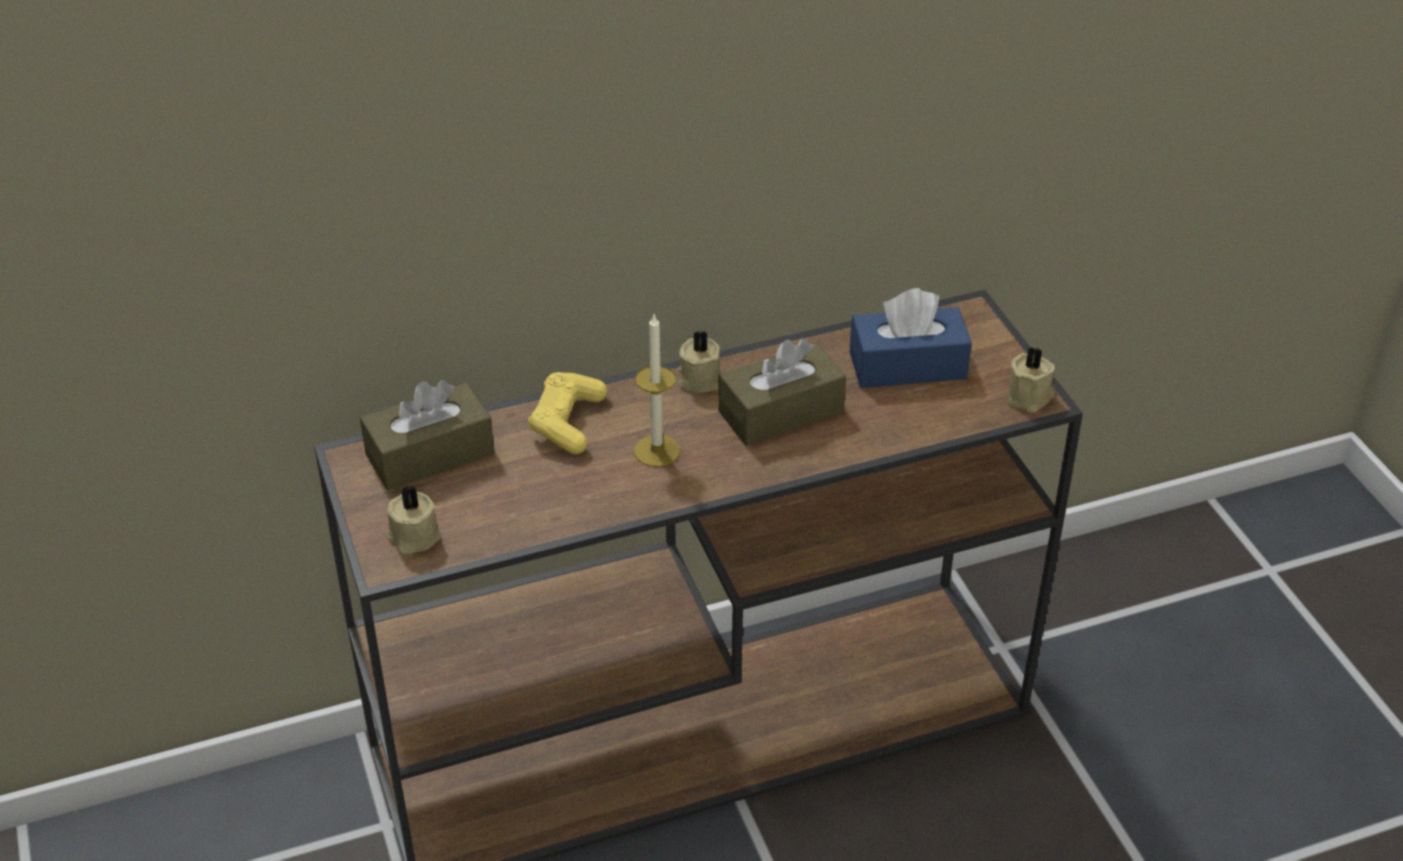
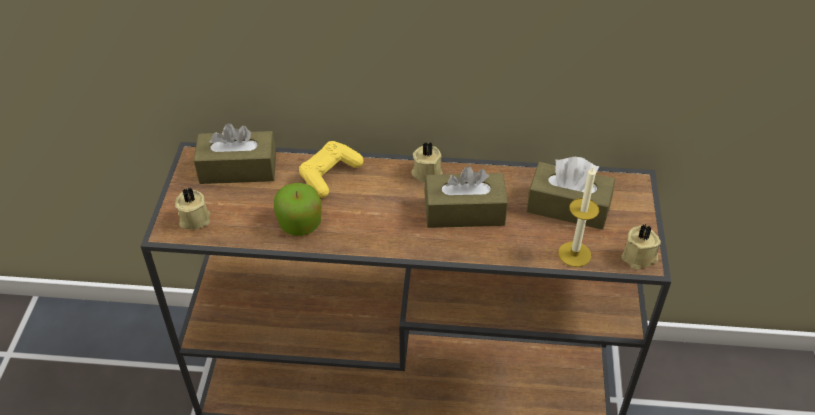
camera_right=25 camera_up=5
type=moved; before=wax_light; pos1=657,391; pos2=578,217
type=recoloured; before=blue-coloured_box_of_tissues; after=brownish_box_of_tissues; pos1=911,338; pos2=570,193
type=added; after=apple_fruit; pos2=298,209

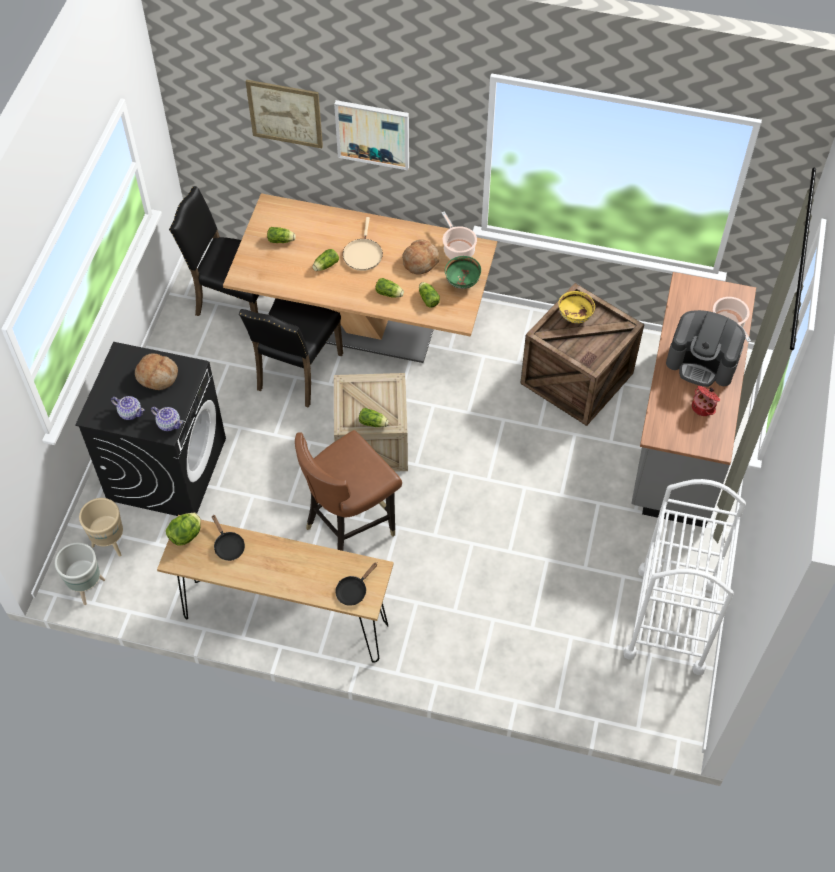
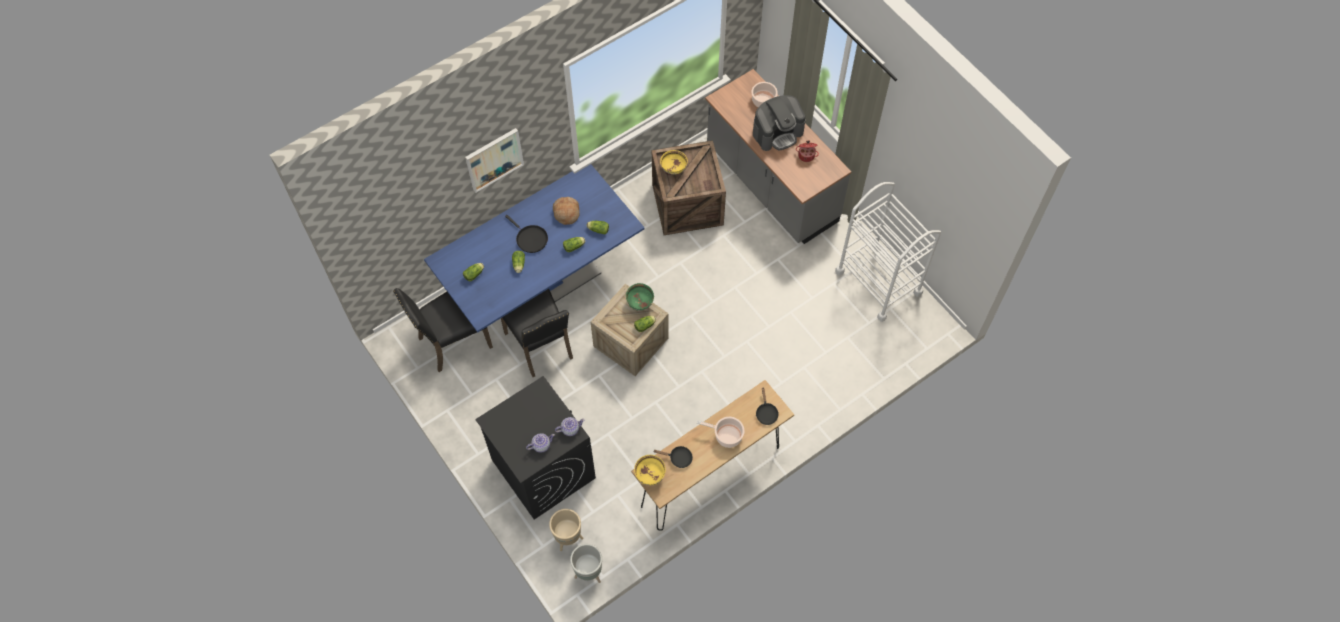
camera_right=-50 camera_up=5
type=removed; before=bakery_bread; pos1=156,372
type=replaced; before=lettuce_head; after=yellow-coloured_bowl; pos1=183,529; pos2=650,470
type=recoloured; before=beige-coloured_kitchen_table; after=blue-coloured_kitchen_table; pos1=360,278; pos2=534,248
type=removed; before=wall_picture; pos1=284,114
type=removed; before=brownish_chair; pos1=348,490
type=recoloured; before=beige-coloured_pan; after=black_pan; pos1=363,244; pos2=526,234
type=moved; before=saucepot; pos1=459,235; pos2=720,432
type=moved; before=green_bowl; pos1=463,272; pos2=640,297

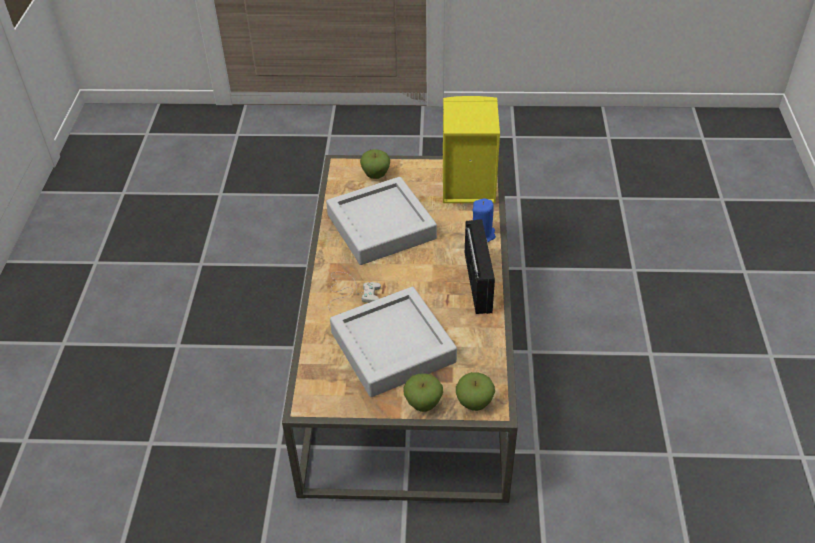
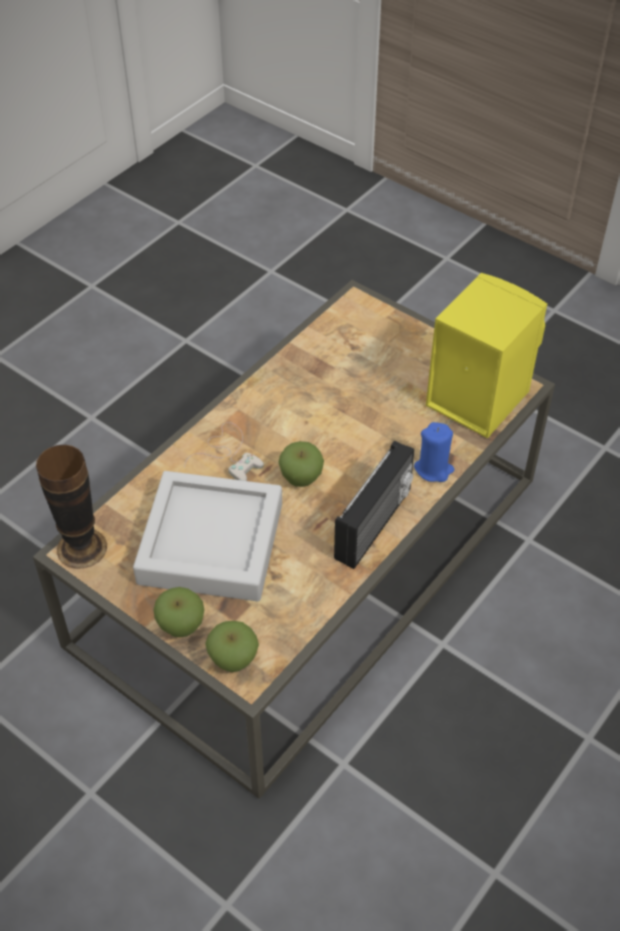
camera_right=35 camera_up=5
type=removed; before=grey_serving_tray; pos1=381,221
type=moved; before=apple_fruit; pos1=375,164; pos2=301,464
type=added; after=flower_vase; pos2=71,507

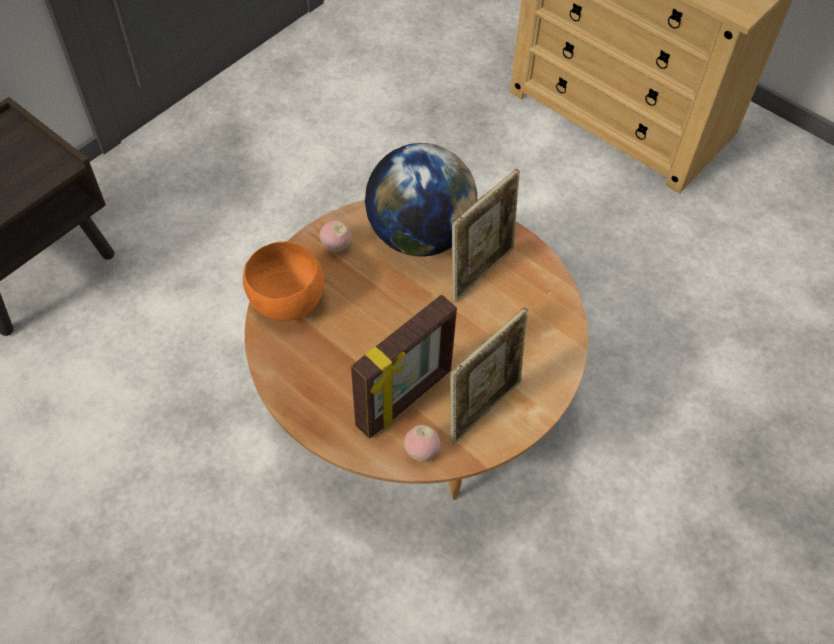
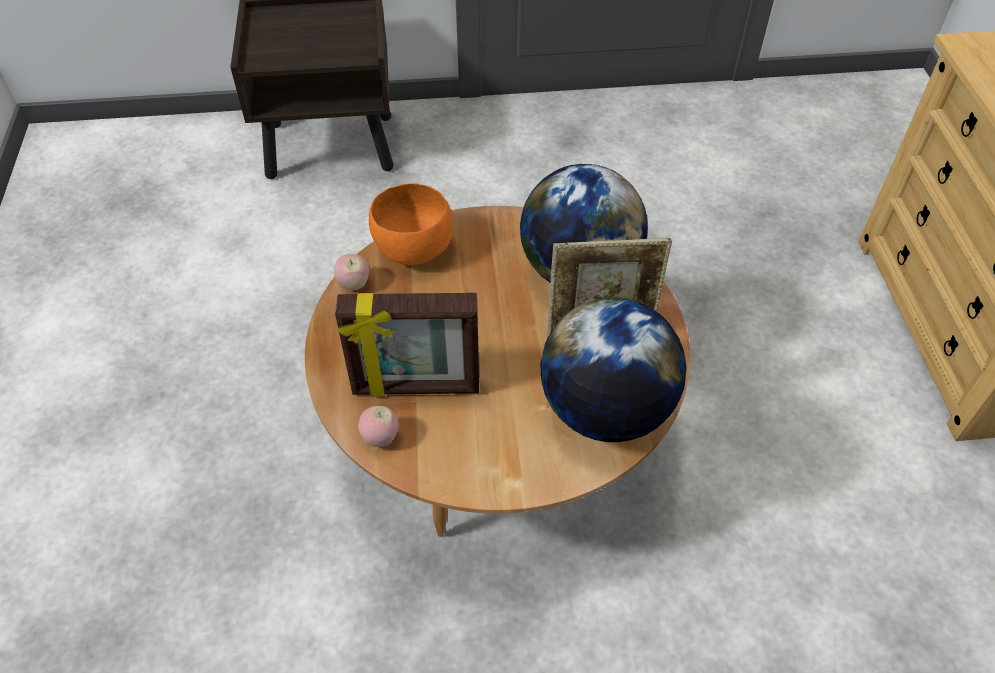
camera_right=45 camera_up=-5
type=moved; before=apple_fruit; pos1=336,236; pos2=351,272
type=removed; before=photo_frame; pos1=489,376
type=added; after=globe; pos2=614,369

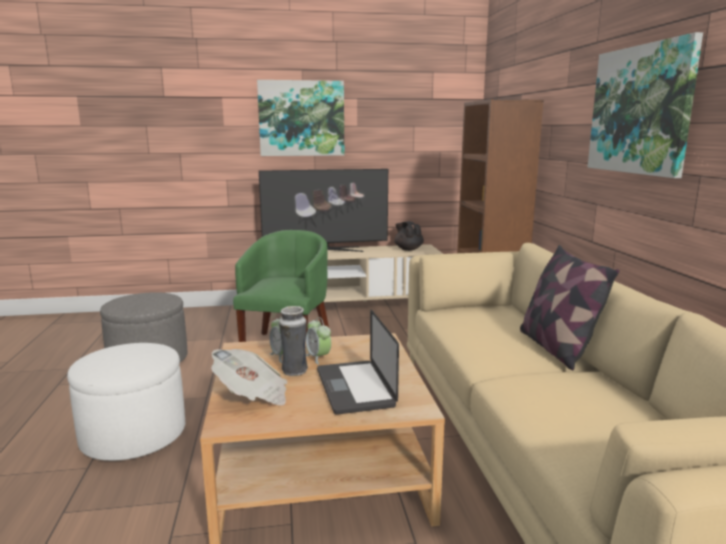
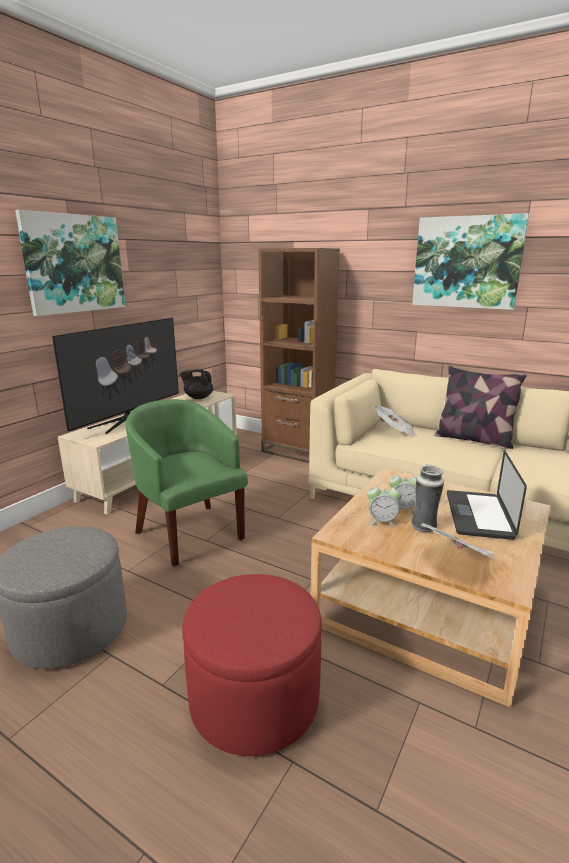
camera_right=-50 camera_up=5
type=recoloured; before=white-coloured_ottoman; after=red-coloured_ottoman; pos1=126,402; pos2=252,665
type=turned; before=laptop; pos1=358,362; pos2=487,495; turn=75
type=added; after=daily_paper; pos2=395,421

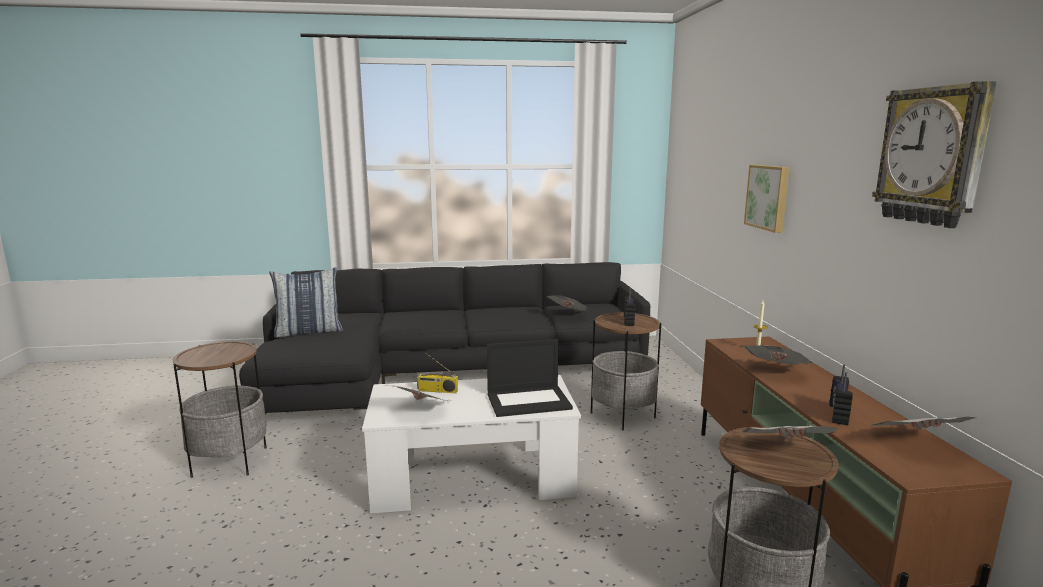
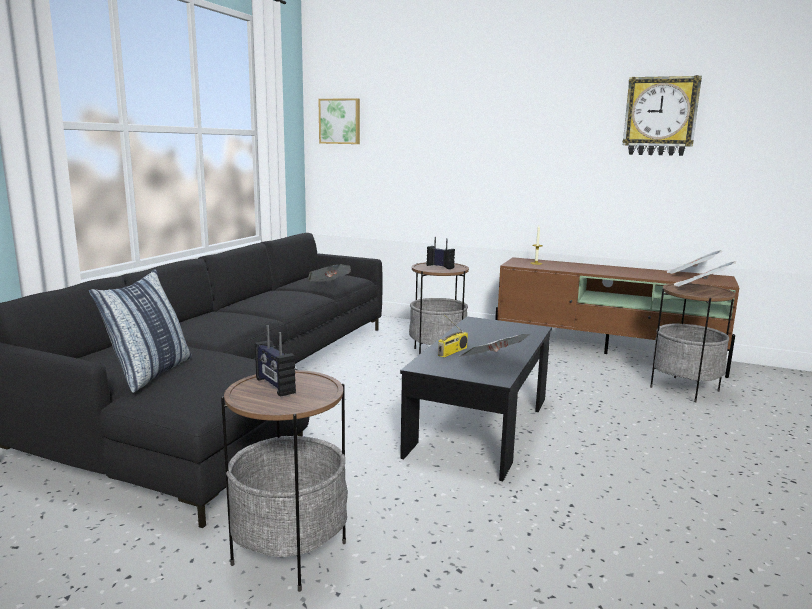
camera_right=-60 camera_up=0
type=recoloured; before=white-coloured_coffee_table; after=black_coffee_table; pos1=471,444; pos2=476,399
type=removed; before=laptop; pos1=530,378
type=removed; before=daily_paper; pos1=777,355
type=moved; before=wall_picture; pos1=766,199; pos2=339,121
type=moved; before=radio_set; pos1=841,394; pos2=275,361

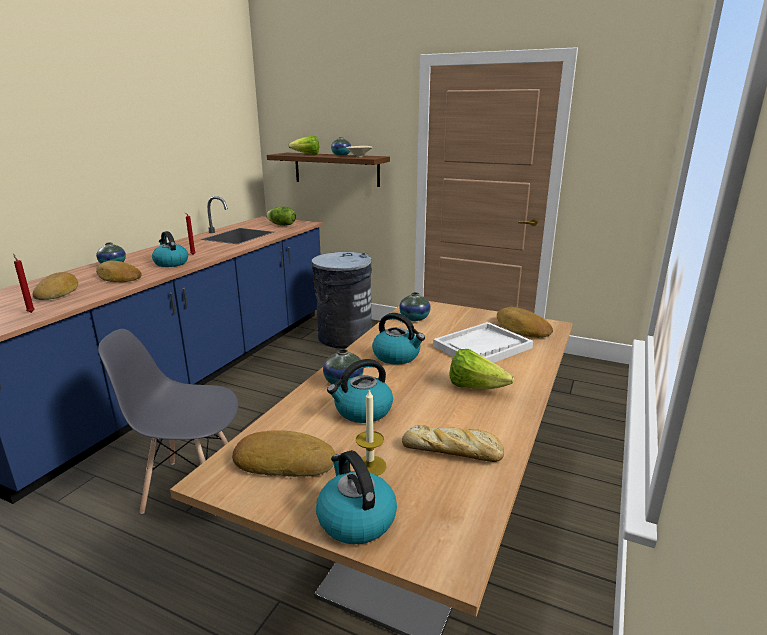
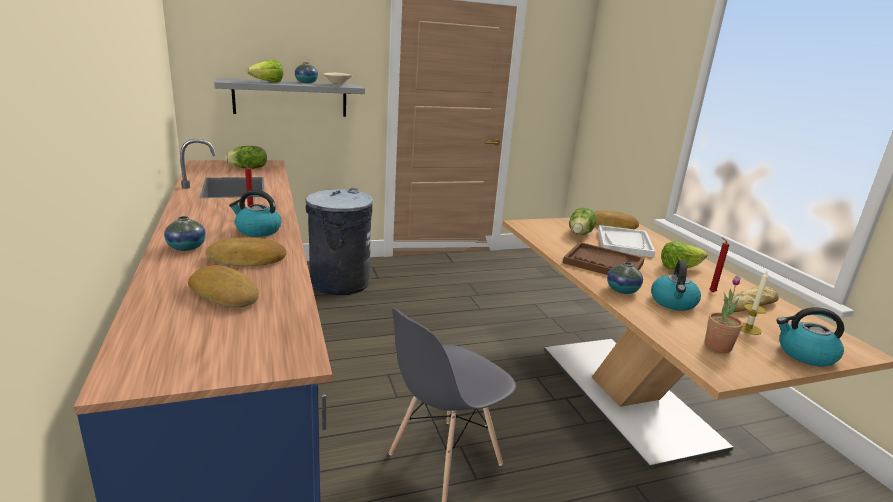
camera_right=-45 camera_up=0
type=moved; before=red-coloured_wax_light; pos1=24,283; pos2=719,265
type=replaced; before=bakery_bread; after=potted_plant; pos1=283,453; pos2=724,314
type=recoloured; before=brownish_shelf; after=grey_shelf; pos1=328,170; pos2=289,97
type=replaced; before=water_kettle; after=brownish_serving_tray; pos1=398,339; pos2=604,258
type=removed; before=flower_vase; pos1=415,306
type=added; after=lettuce_head; pos2=582,221

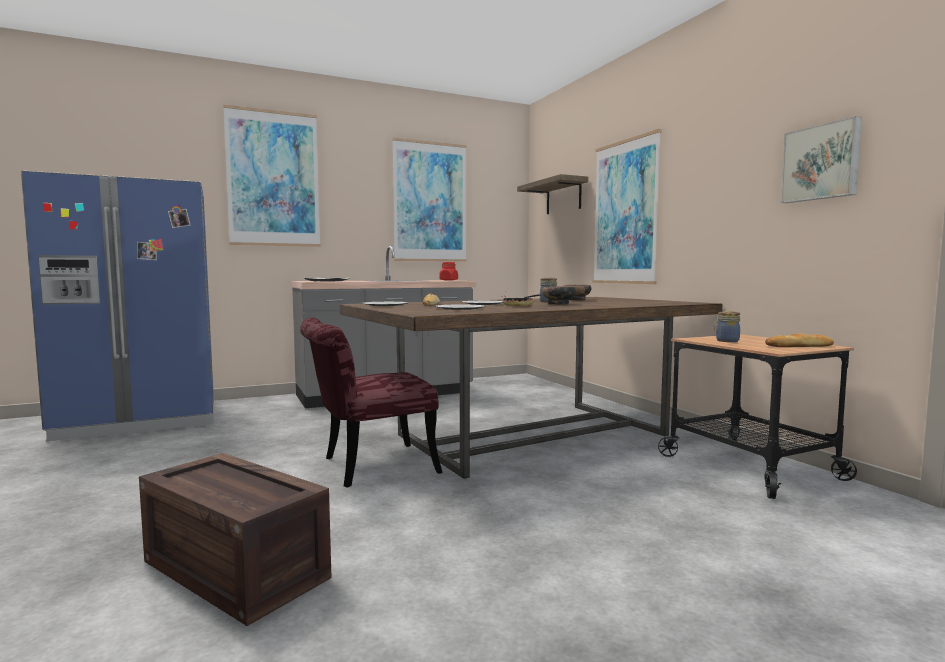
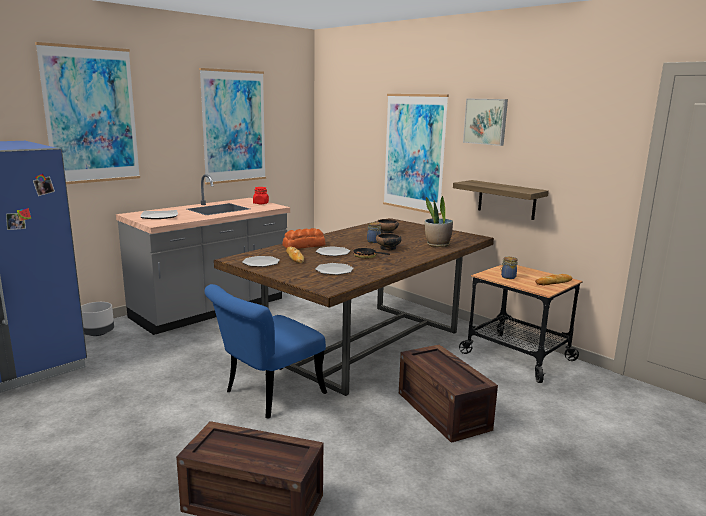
camera_right=-20 camera_up=10
type=recoloured; before=red-coloured_chair; after=blue-coloured_chair; pos1=371,402; pos2=266,351
type=moved; before=shelf; pos1=552,194; pos2=501,200
type=moved; before=wall_picture; pos1=821,159; pos2=485,122
type=added; after=grey_flower_pot; pos2=97,319
type=added; after=bakery_bread; pos2=304,238
type=added; after=crate; pos2=448,394
type=added; after=potted_plant; pos2=439,221

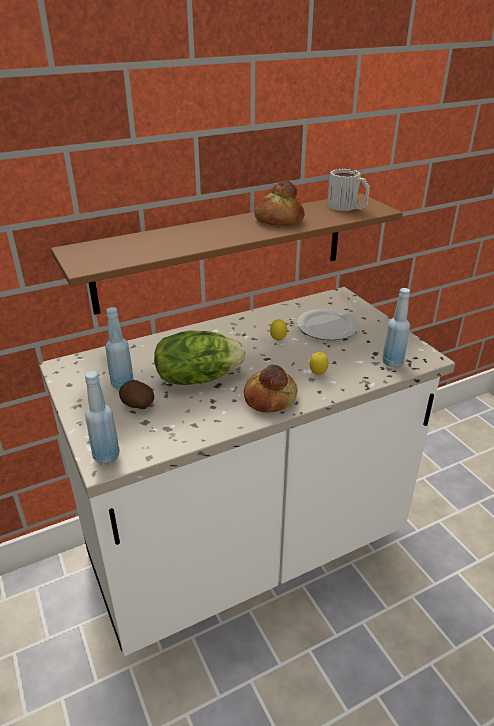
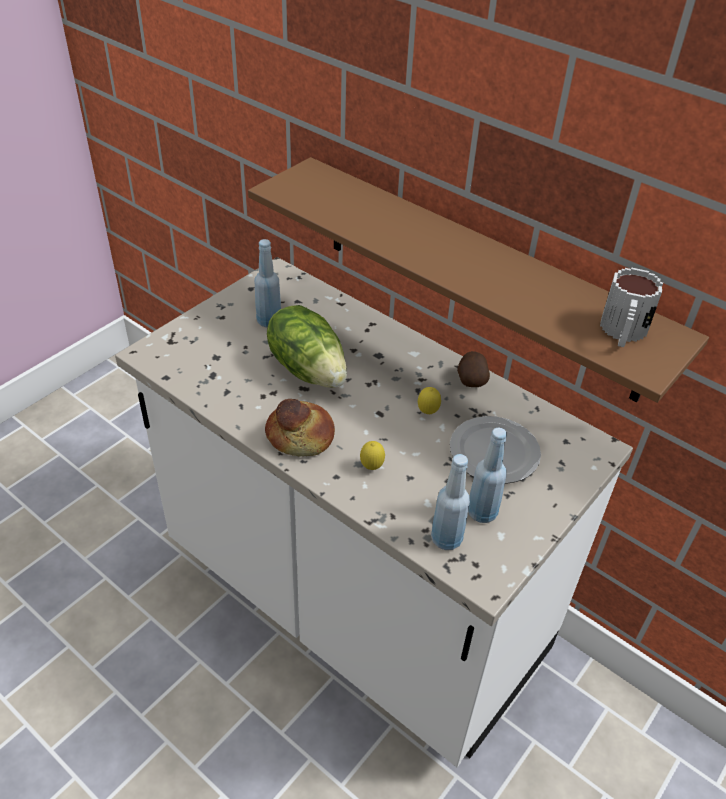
camera_right=65 camera_up=10
type=moved; before=blue-coloured_drink_bottle; pos1=102,417; pos2=487,475
type=moved; before=whole_potato; pos1=136,394; pos2=473,369
type=removed; before=bakery_bread; pos1=279,203

